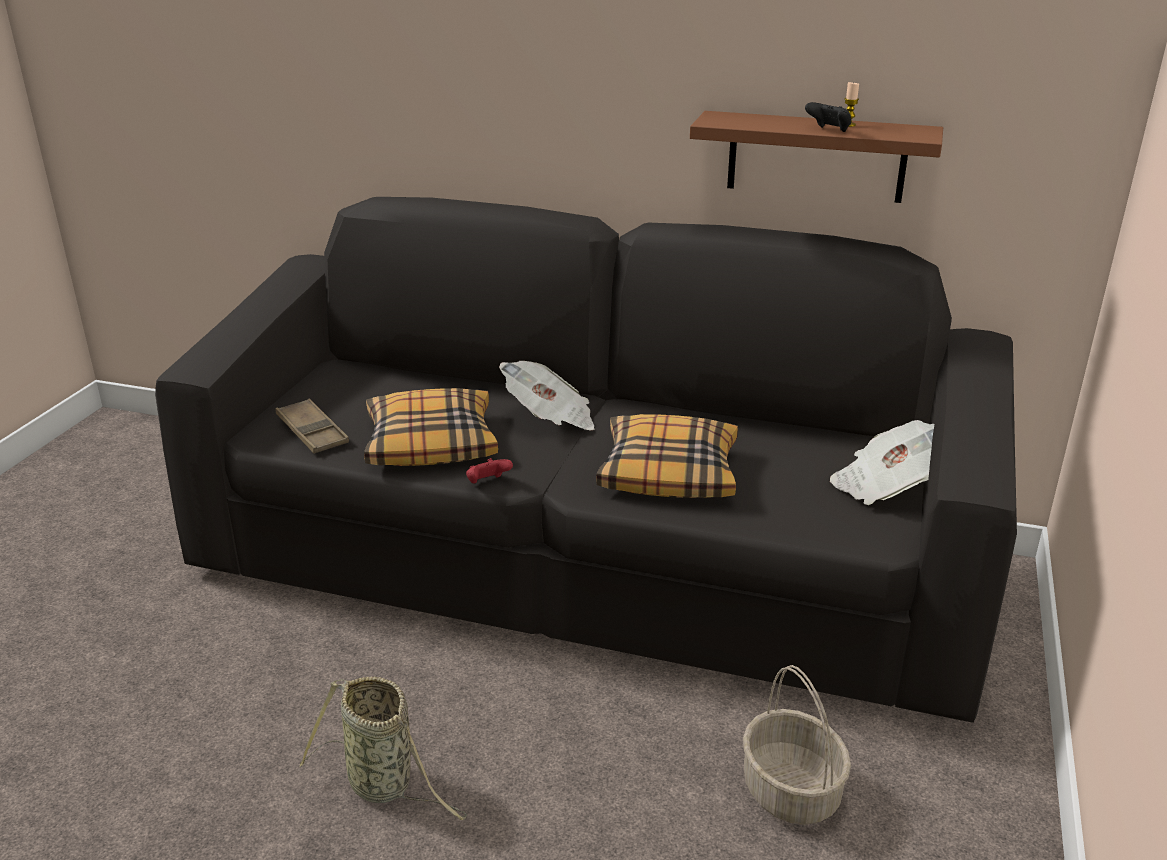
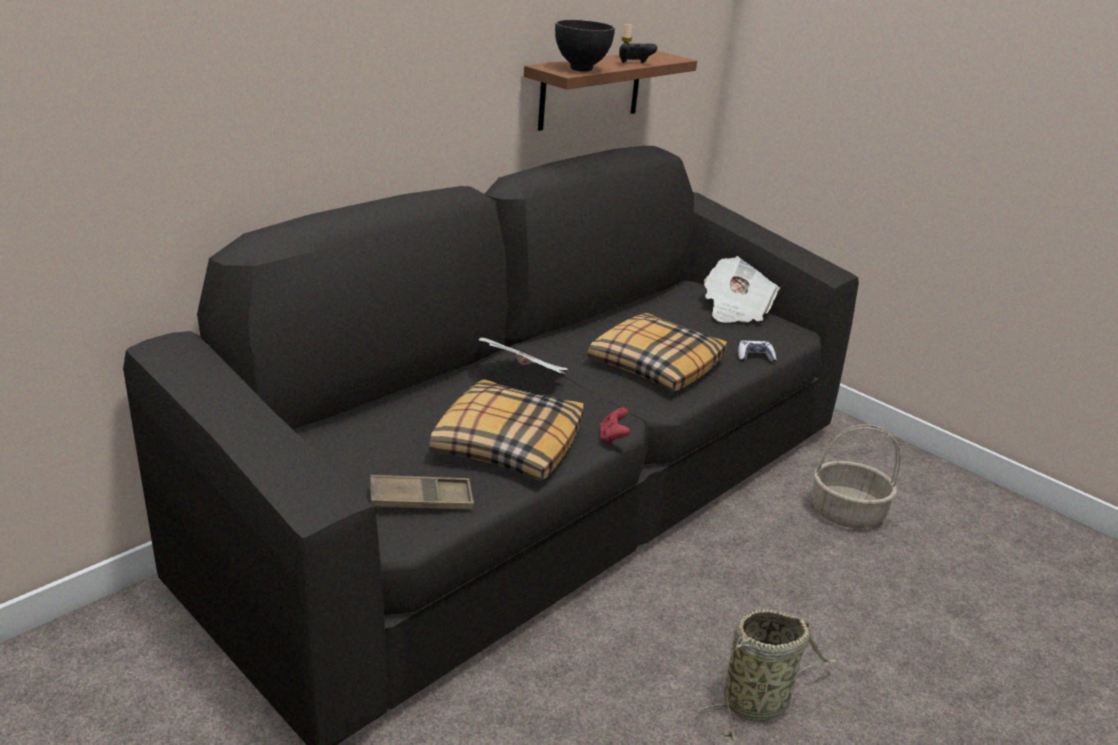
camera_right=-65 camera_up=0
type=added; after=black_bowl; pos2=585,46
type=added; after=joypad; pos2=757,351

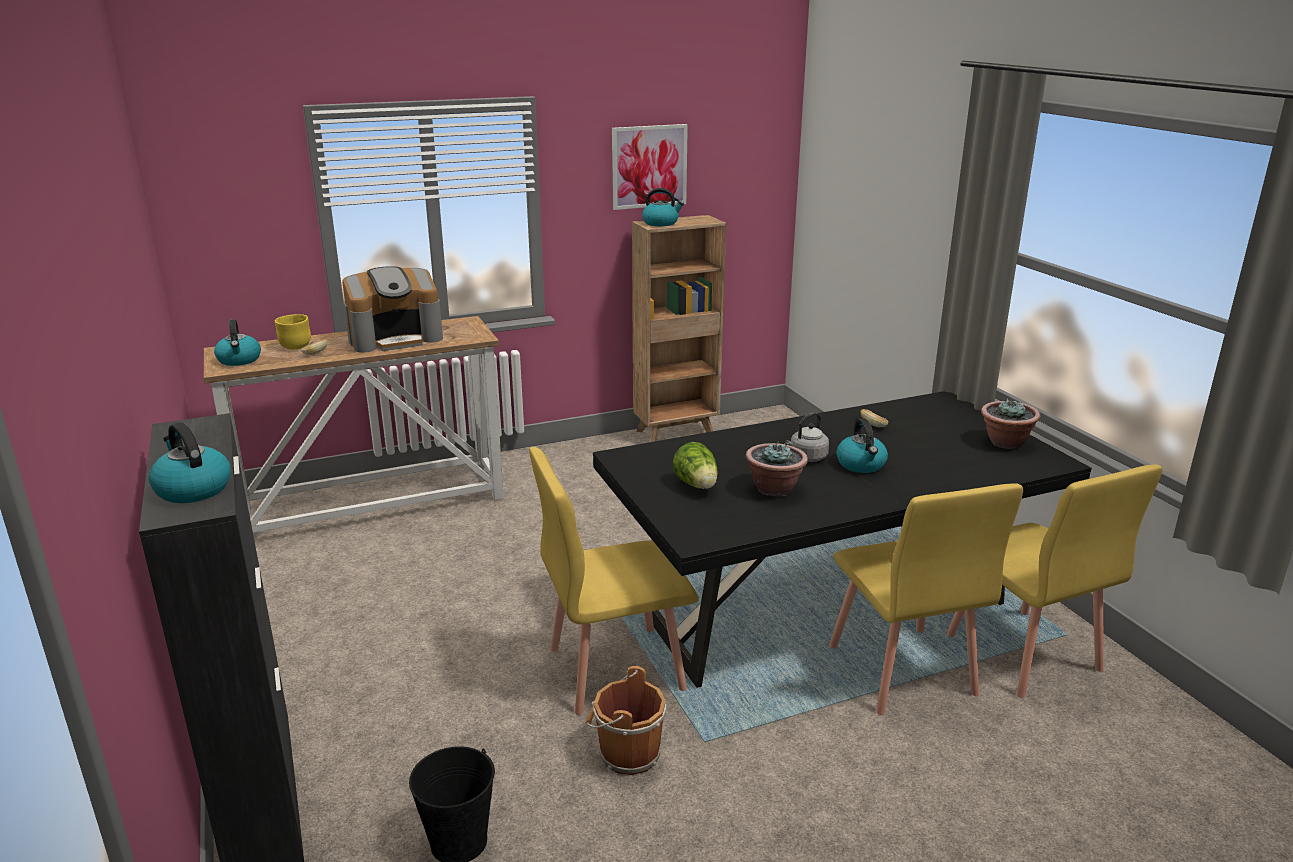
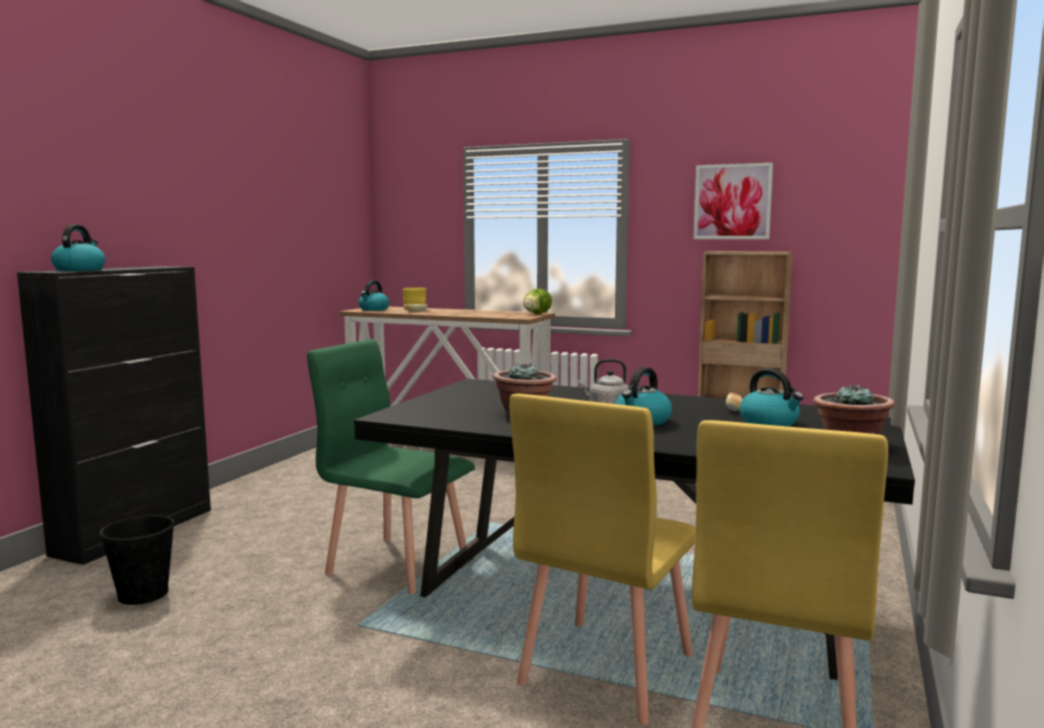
camera_right=45 camera_up=-15
type=removed; before=coffee_brewer; pos1=392,309
type=recoloured; before=yellow-coloured_chair; after=green_chair; pos1=614,581; pos2=391,466
type=removed; before=brownish_bucket; pos1=626,720
type=moved; before=water_kettle; pos1=663,207; pos2=771,397
type=moved; before=lettuce_head; pos1=695,465; pos2=537,301

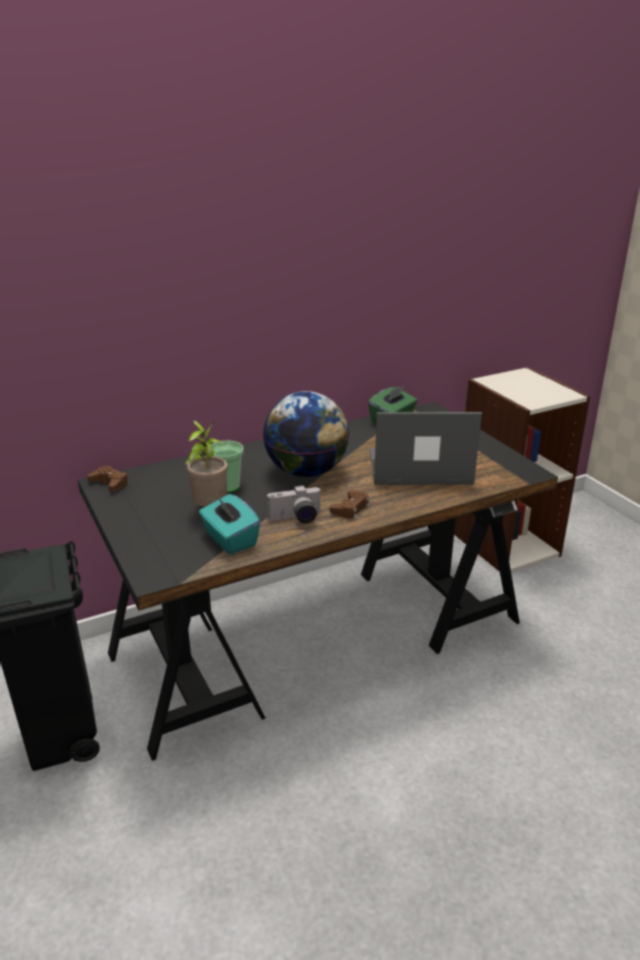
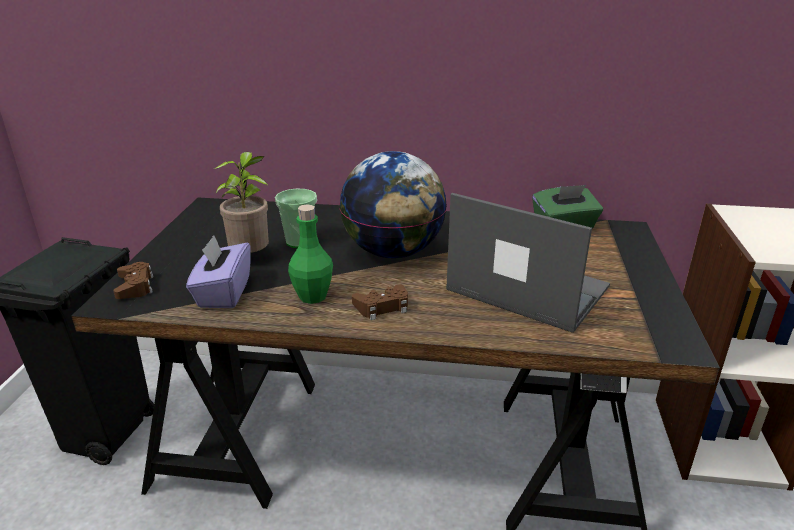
camera_right=35 camera_up=0
type=moved; before=brownish_joypad; pos1=108,479; pos2=133,280
type=recoloured; before=turquoise_box_of_tissues; after=purple_box_of_tissues; pos1=229,524; pos2=218,271
type=replaced; before=photo_camera; after=green_drink_bottle; pos1=294,504; pos2=310,254

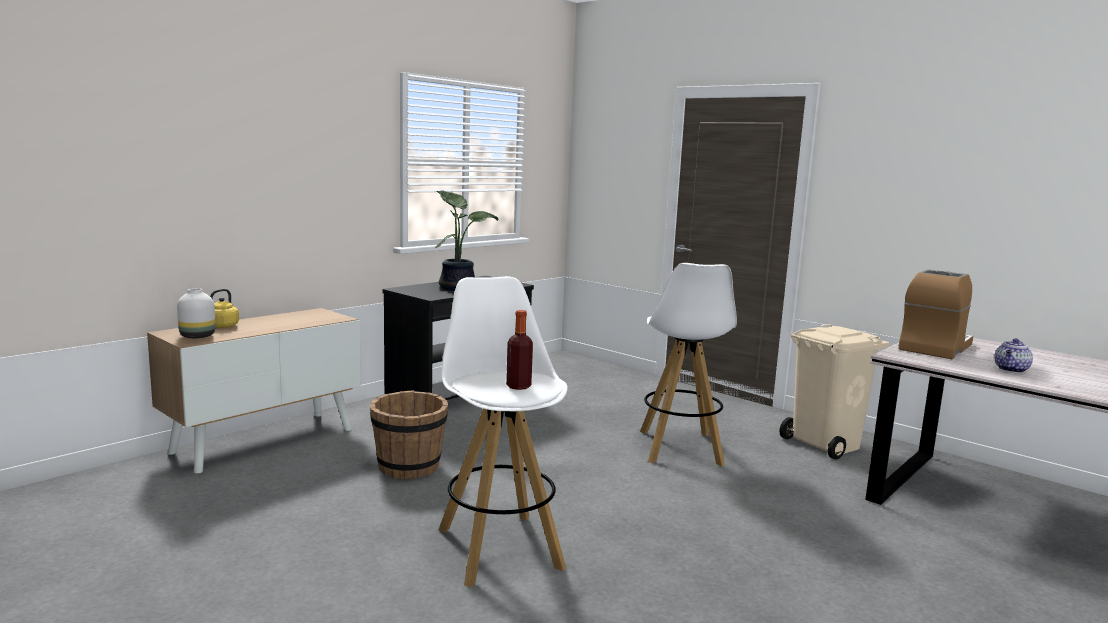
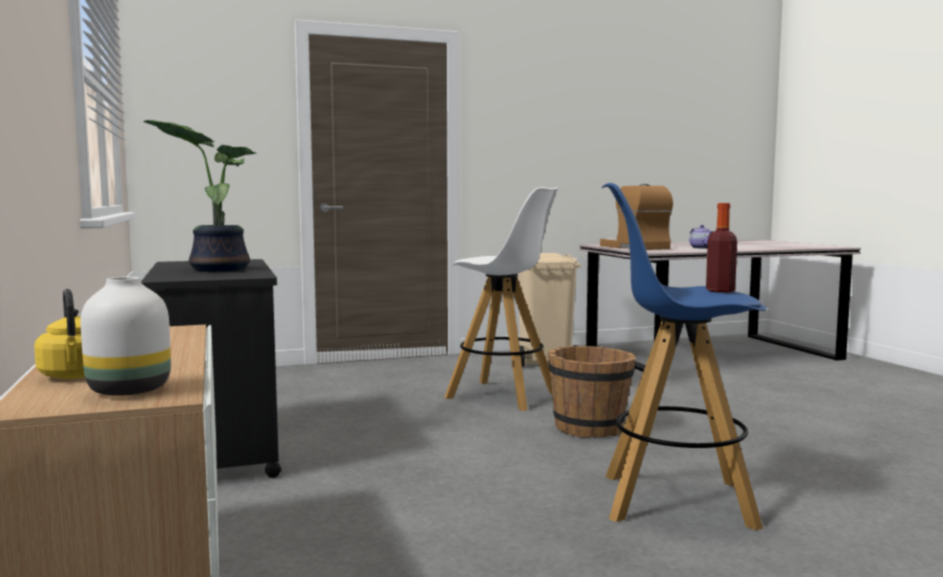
camera_right=-60 camera_up=-5
type=moved; before=brownish_bucket; pos1=409,434; pos2=592,392
type=recoloured; before=white-coloured_sitting_stool; after=blue-coloured_sitting_stool; pos1=503,431; pos2=684,356

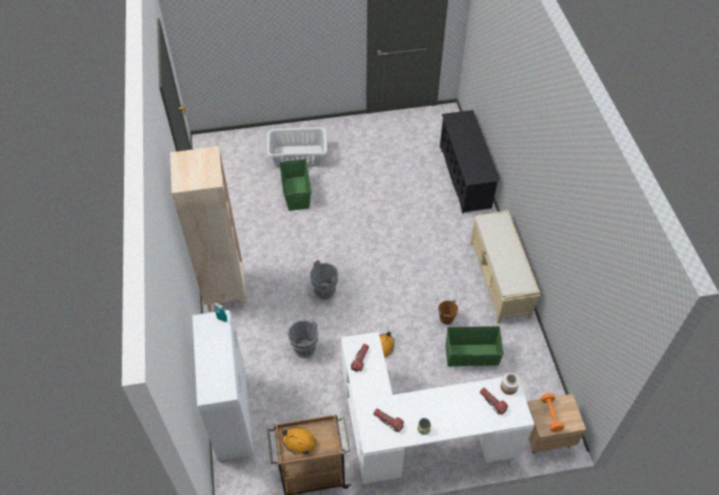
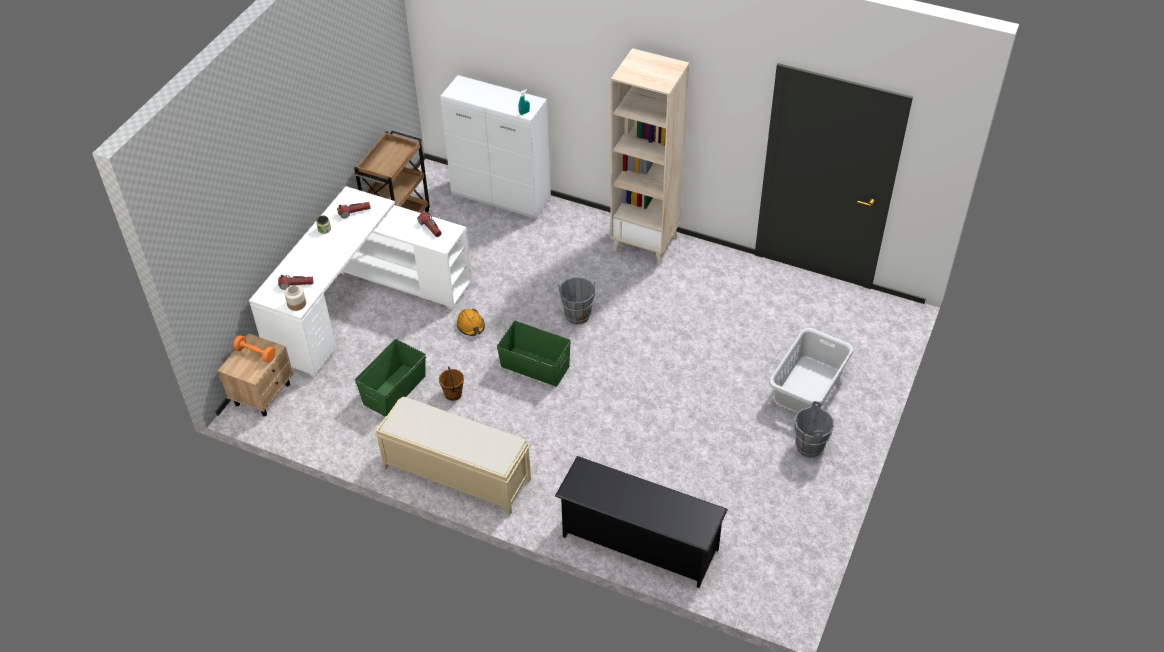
camera_right=125 camera_up=-5
type=moved; before=green_storage_box; pos1=295,185; pos2=534,354
type=removed; before=orange_work_helmet; pos1=298,441
type=moved; before=grey_bucket; pos1=302,339; pos2=814,429

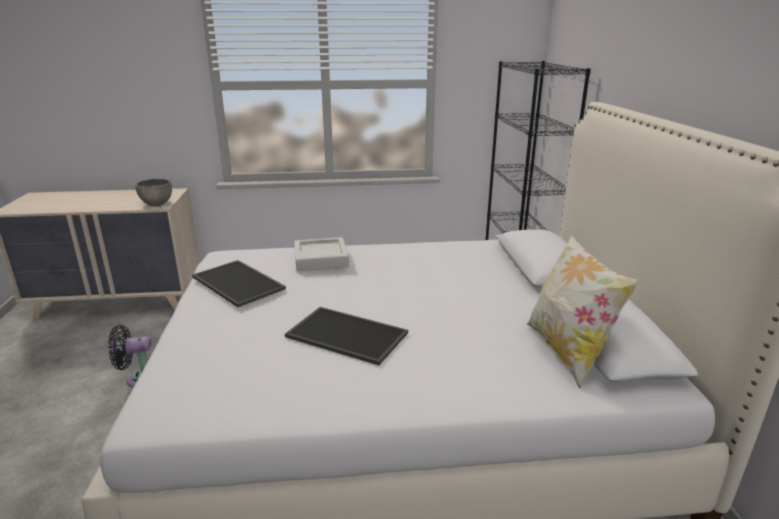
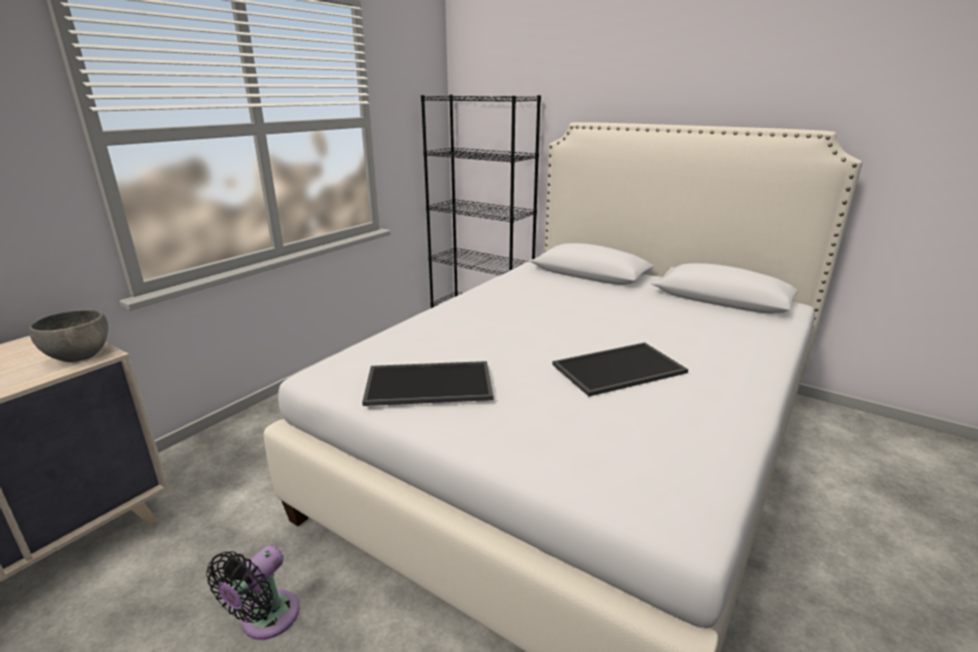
camera_right=-50 camera_up=0
type=removed; before=grey_serving_tray; pos1=321,254
type=removed; before=pillow; pos1=583,311

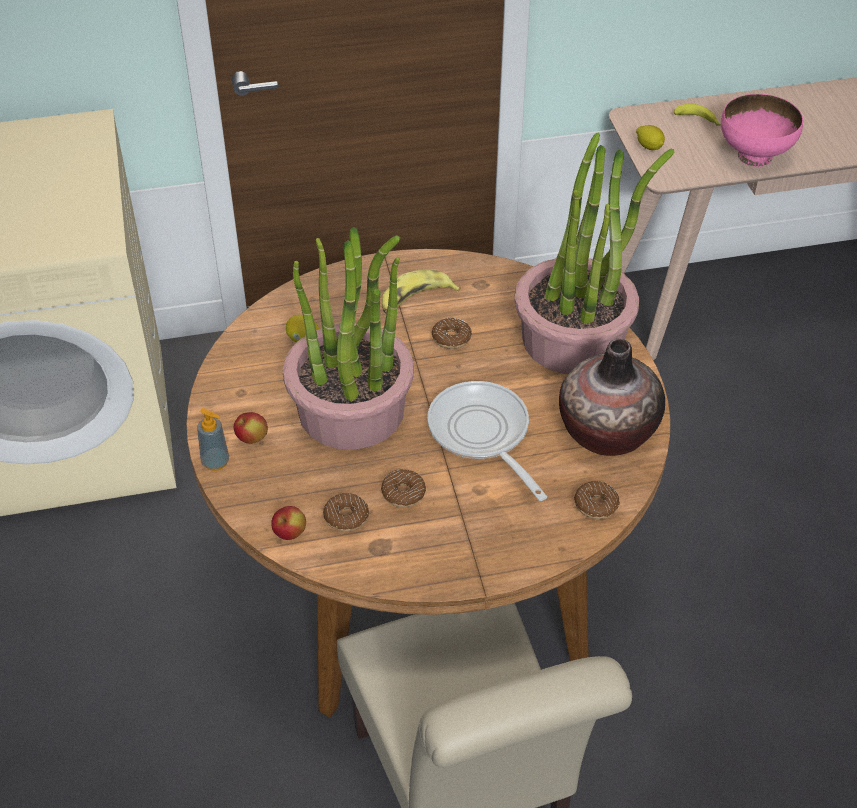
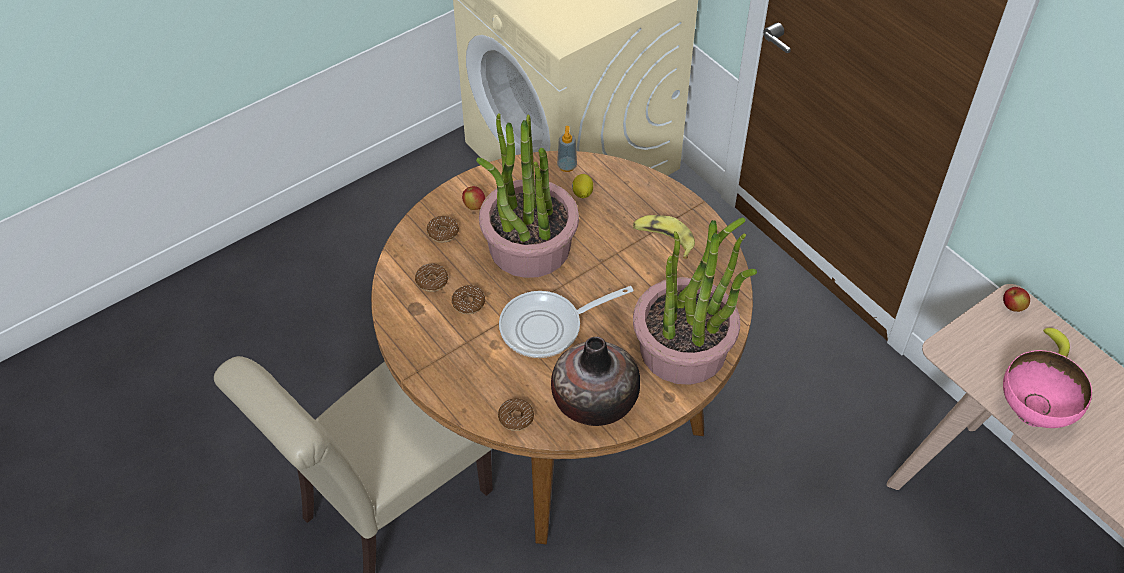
camera_right=65 camera_up=5
type=moved; before=soap_dispenser; pos1=213,439; pos2=567,149
type=moved; before=apple_fruit; pos1=288,523; pos2=1016,299
type=turned; before=pan; pos1=487,441; pos2=566,322; turn=-150
type=moved; before=ring_doughnut; pos1=452,333; pos2=443,229
type=removed; before=citrus_fruit; pos1=650,137

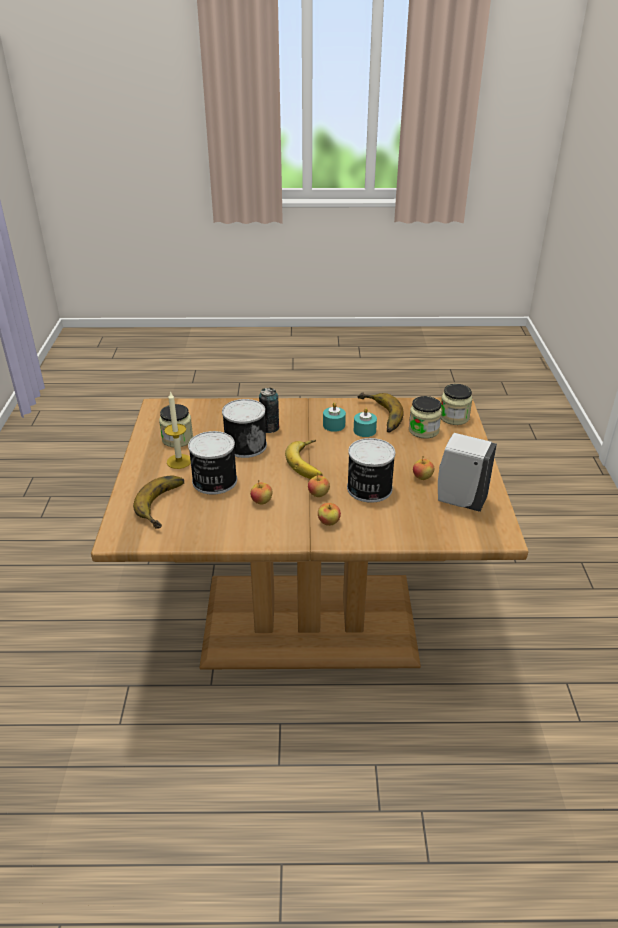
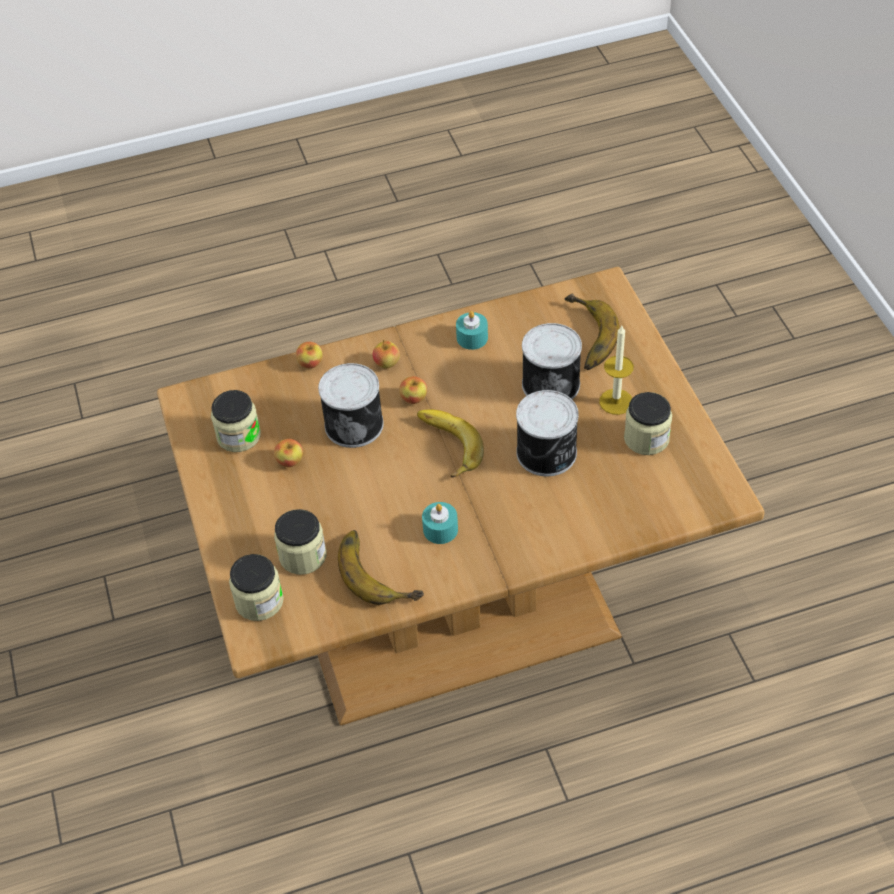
camera_right=165 camera_up=15
type=moved; before=apple_fruit; pos1=261,492; pos2=309,355
type=removed; before=can; pos1=269,410
type=moved; before=turquoise_wax_light; pos1=365,422; pos2=472,330
type=replaced; before=white-coloured_soap_dispenser; after=preserve_jar; pos1=467,472; pos2=236,421

